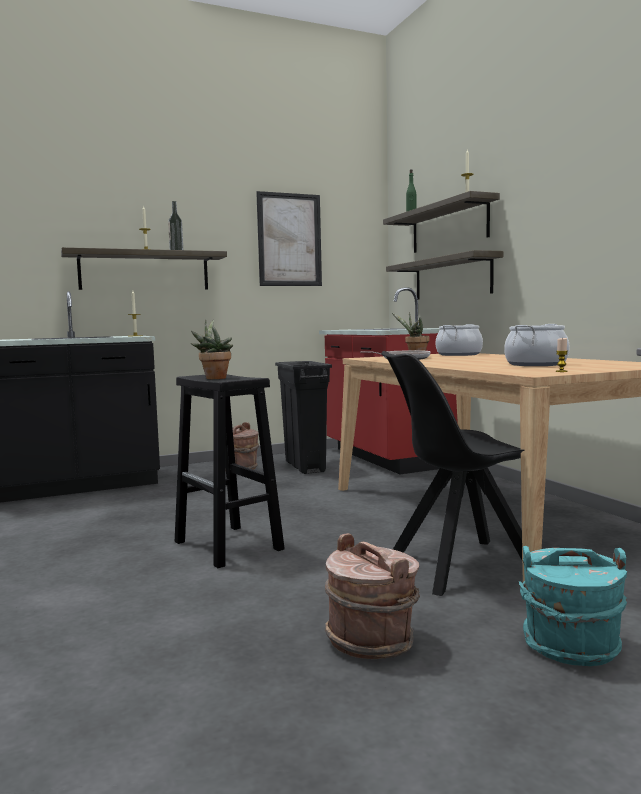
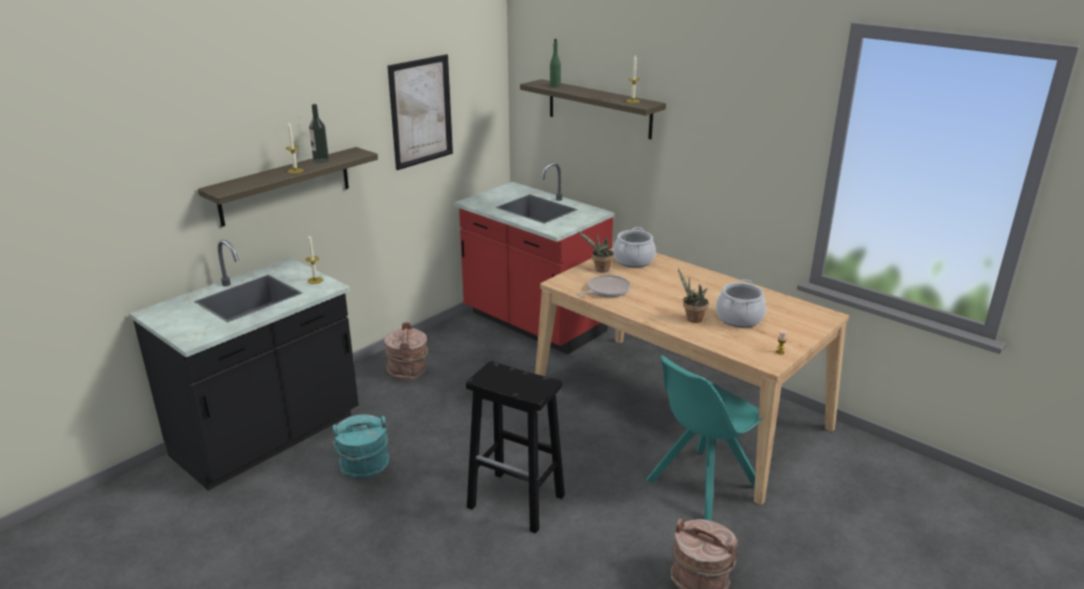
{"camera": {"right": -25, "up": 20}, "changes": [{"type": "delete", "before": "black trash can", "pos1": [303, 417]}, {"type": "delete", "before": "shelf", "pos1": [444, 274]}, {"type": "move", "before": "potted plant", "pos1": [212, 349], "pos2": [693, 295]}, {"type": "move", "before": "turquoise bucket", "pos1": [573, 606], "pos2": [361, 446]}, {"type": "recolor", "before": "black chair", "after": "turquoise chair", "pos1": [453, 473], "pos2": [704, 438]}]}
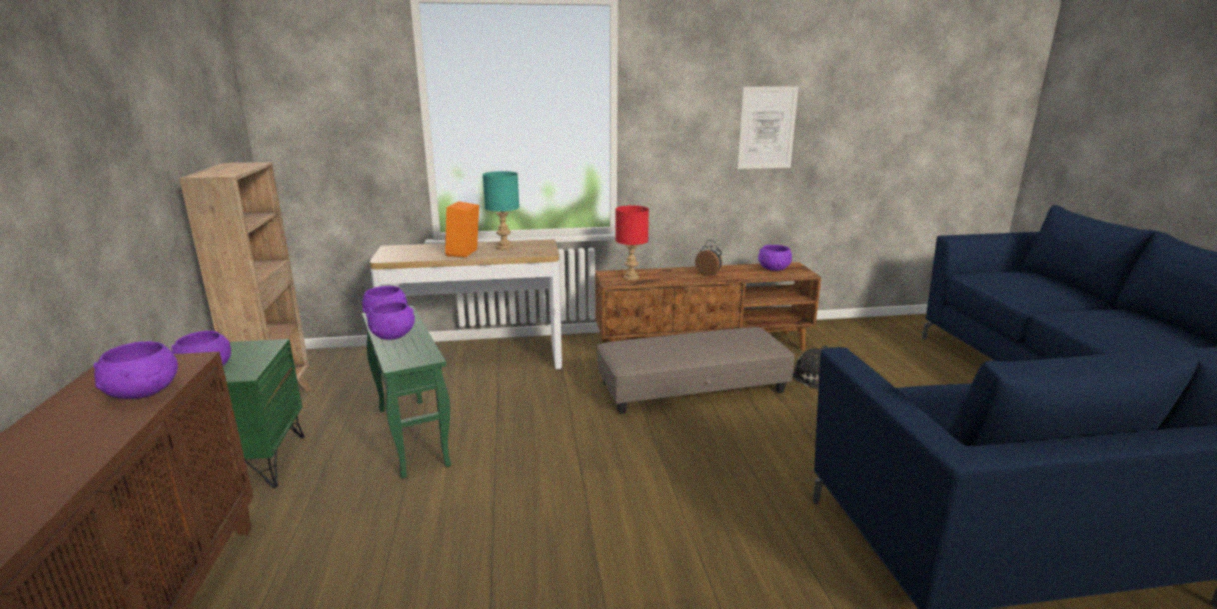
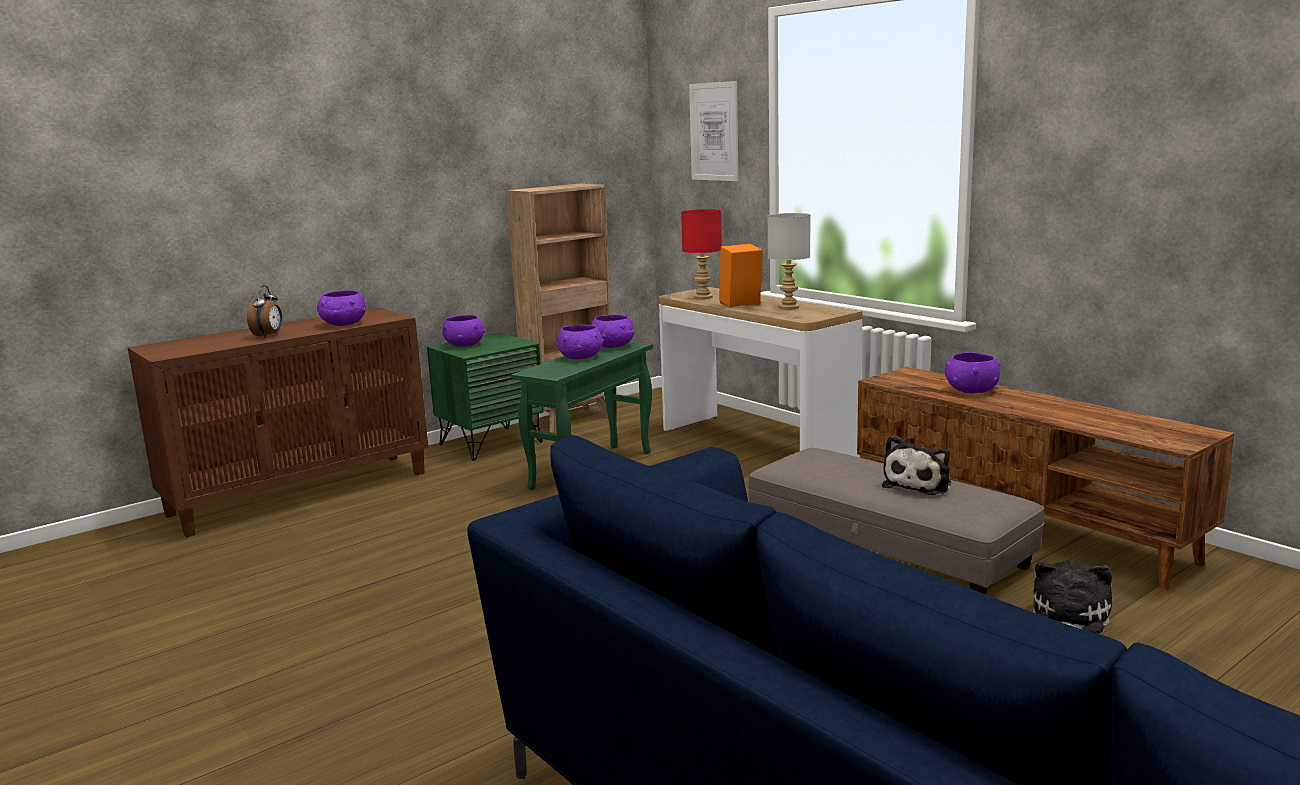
{"camera": {"right": 60, "up": -5}, "changes": [{"type": "insert", "after": "plush toy", "pos2": [916, 465]}, {"type": "move", "before": "red table lamp", "pos1": [632, 243], "pos2": [701, 254]}, {"type": "move", "before": "alarm clock", "pos1": [708, 258], "pos2": [264, 312]}, {"type": "move", "before": "picture", "pos1": [767, 127], "pos2": [714, 131]}, {"type": "move", "before": "purple bowl", "pos1": [775, 258], "pos2": [973, 372]}, {"type": "recolor", "before": "turquoise table lamp", "after": "grey table lamp", "pos1": [500, 210], "pos2": [789, 261]}]}
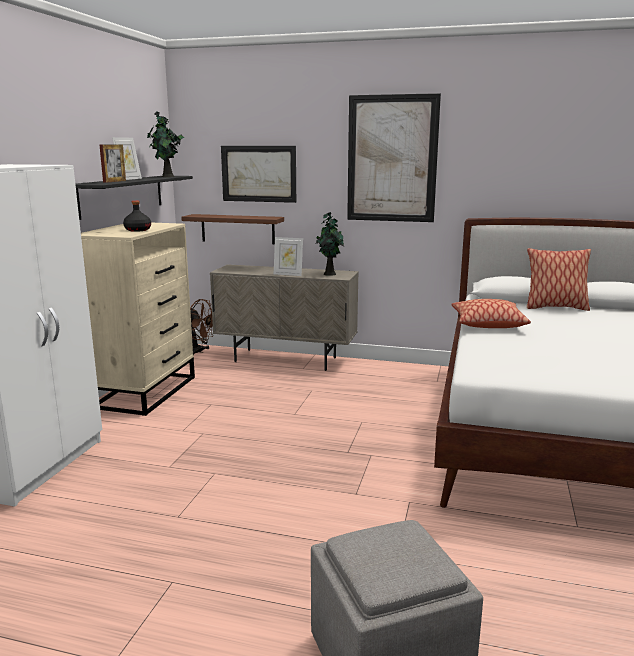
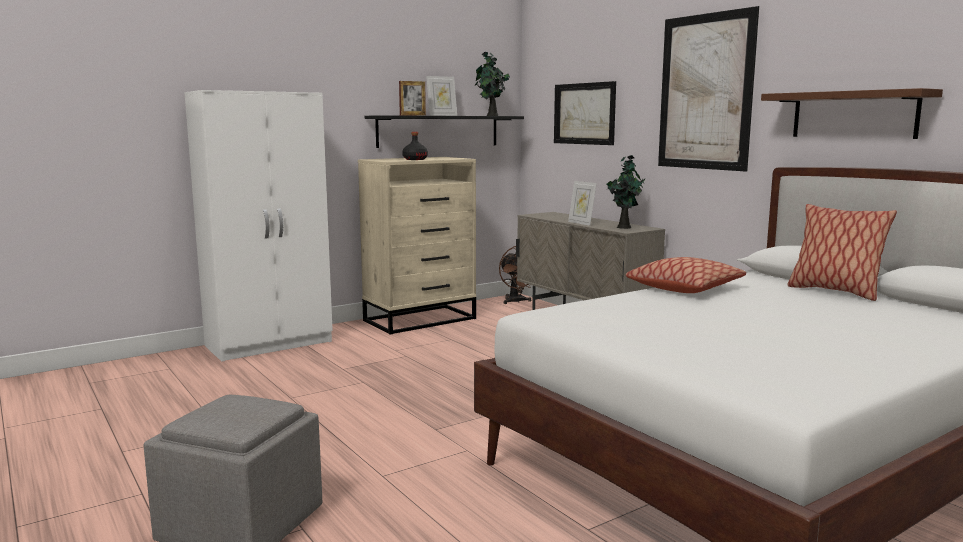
{"camera": {"right": 40, "up": -5}, "changes": [{"type": "move", "before": "brown shelf", "pos1": [232, 229], "pos2": [852, 113]}]}
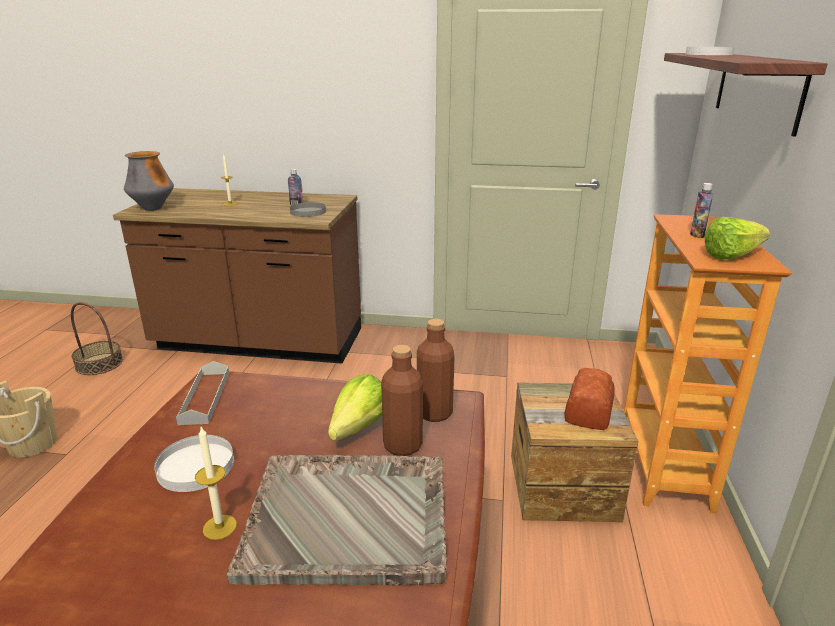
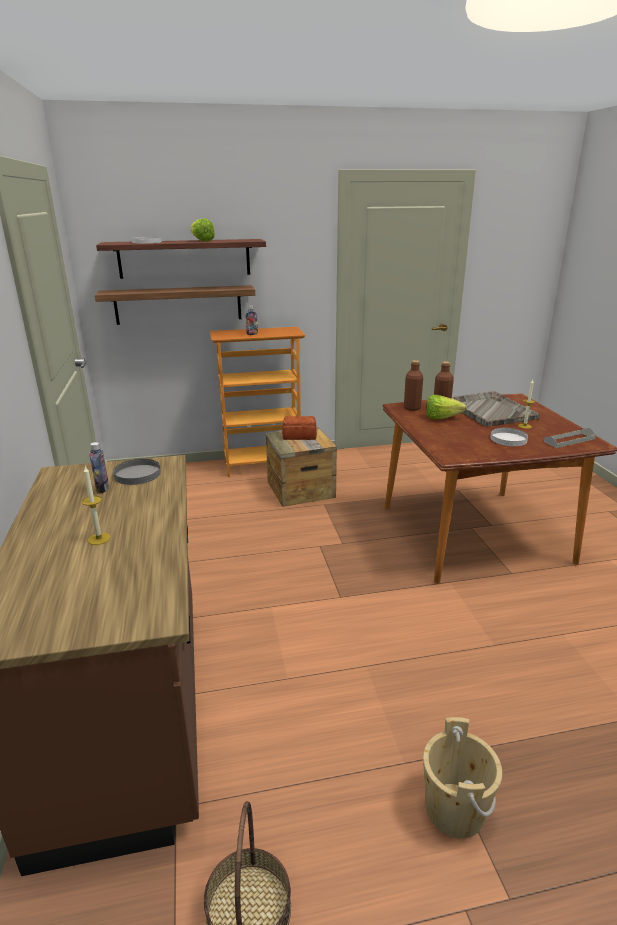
{"camera": {"right": -110, "up": 0}, "changes": [{"type": "delete", "before": "vase", "pos1": [149, 181]}, {"type": "insert", "after": "shelf", "pos2": [175, 305]}, {"type": "move", "before": "grey tray", "pos1": [202, 393], "pos2": [570, 438]}, {"type": "move", "before": "lettuce", "pos1": [737, 238], "pos2": [203, 230]}]}
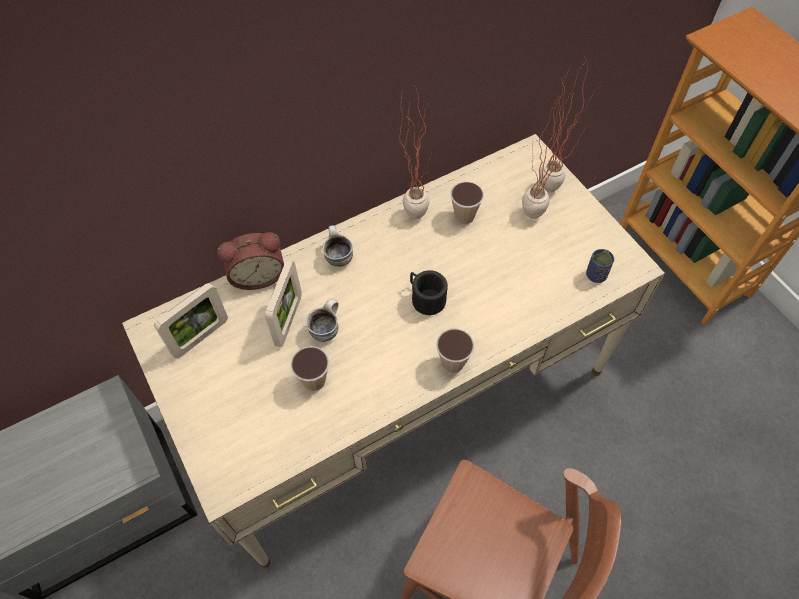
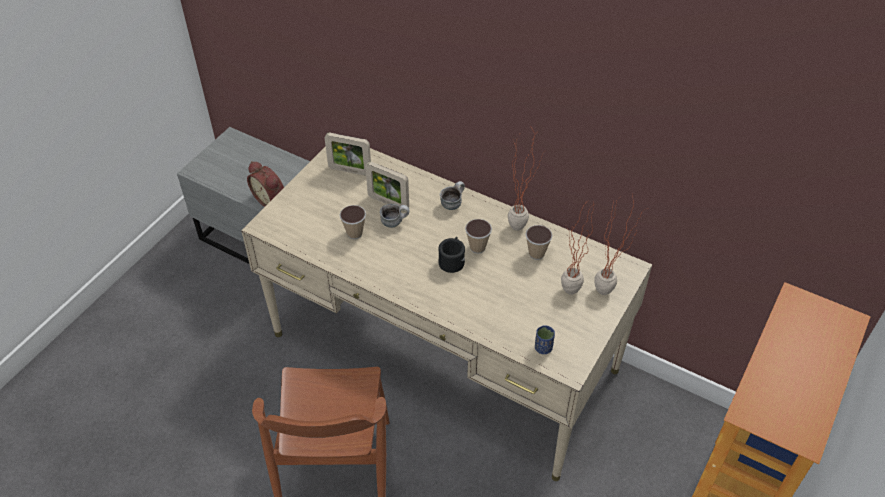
{"camera": {"right": 60, "up": -10}, "changes": [{"type": "move", "before": "alarm clock", "pos1": [250, 261], "pos2": [265, 184]}, {"type": "move", "before": "cup", "pos1": [455, 350], "pos2": [478, 236]}, {"type": "rotate", "before": "picture frame", "pos1": [283, 303], "pos2": [387, 186], "turn": 45}]}
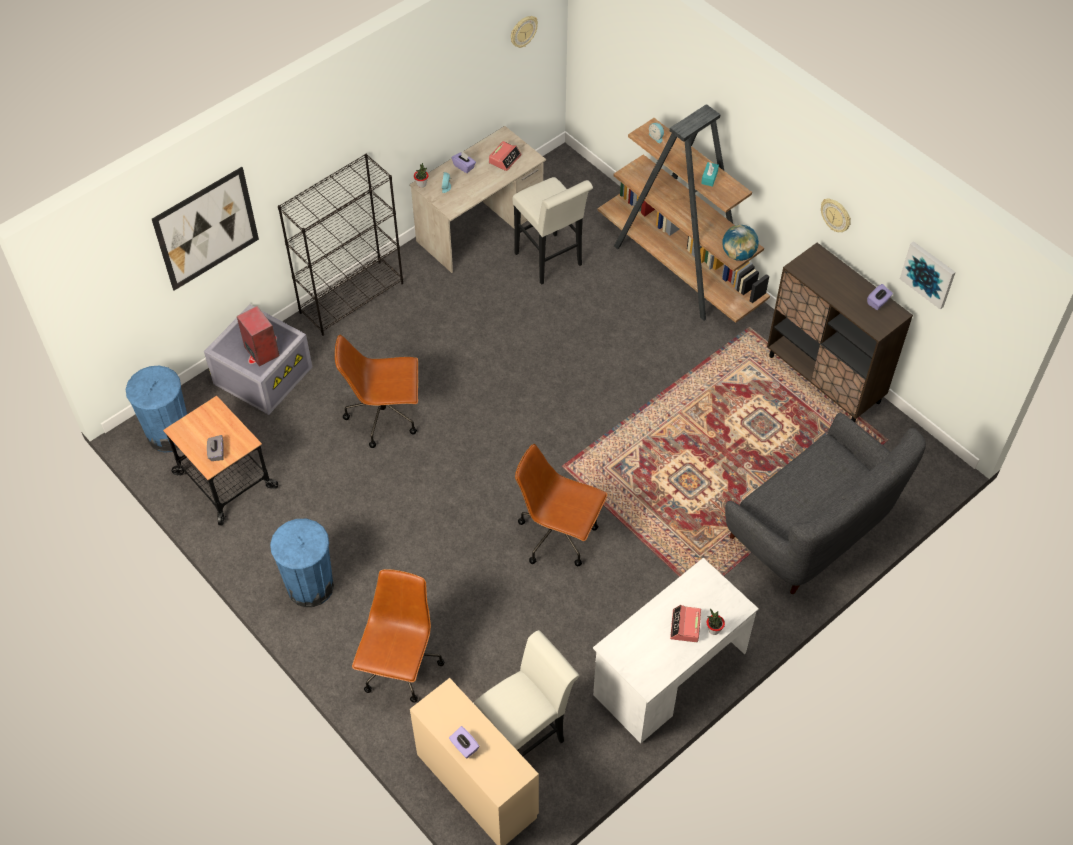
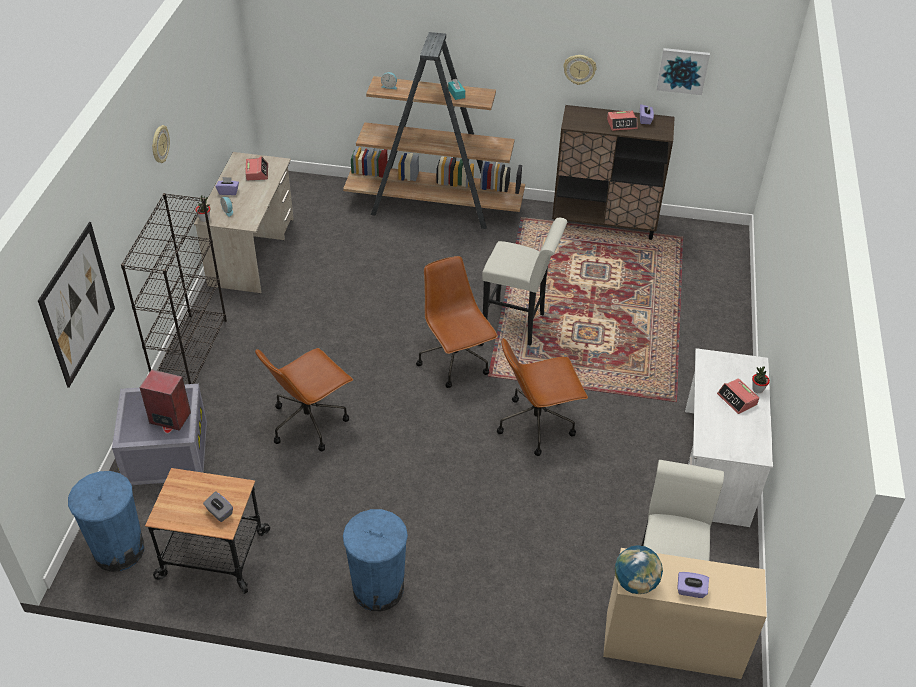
{"camera": {"right": -40, "up": -10}, "changes": [{"type": "delete", "before": "grey sofa", "pos1": [825, 503]}, {"type": "insert", "after": "alarm clock", "pos2": [622, 121]}, {"type": "move", "before": "brown office chair", "pos1": [398, 635], "pos2": [457, 322]}, {"type": "move", "before": "wall clock", "pos1": [524, 32], "pos2": [161, 144]}, {"type": "move", "before": "white stool", "pos1": [553, 231], "pos2": [524, 282]}, {"type": "move", "before": "globe", "pos1": [740, 243], "pos2": [638, 569]}]}
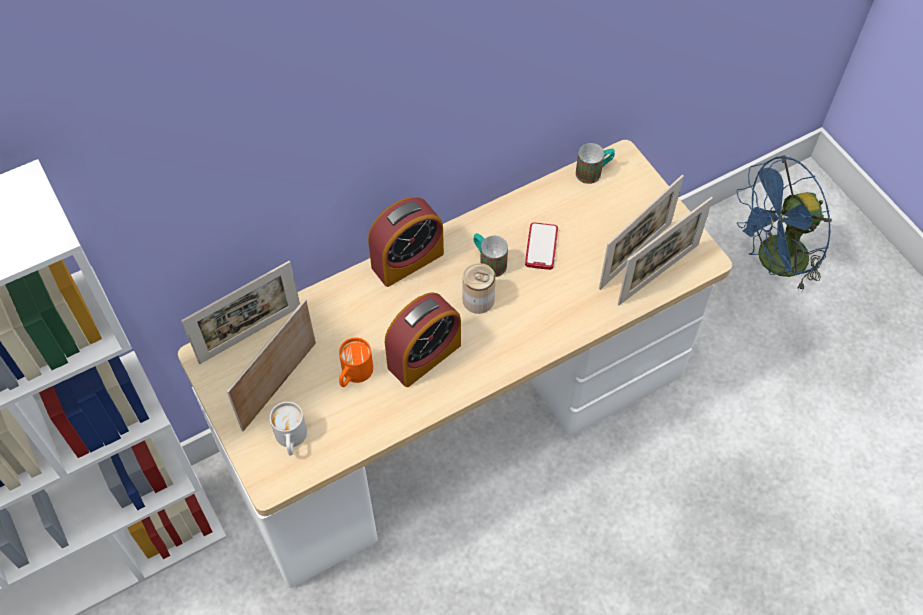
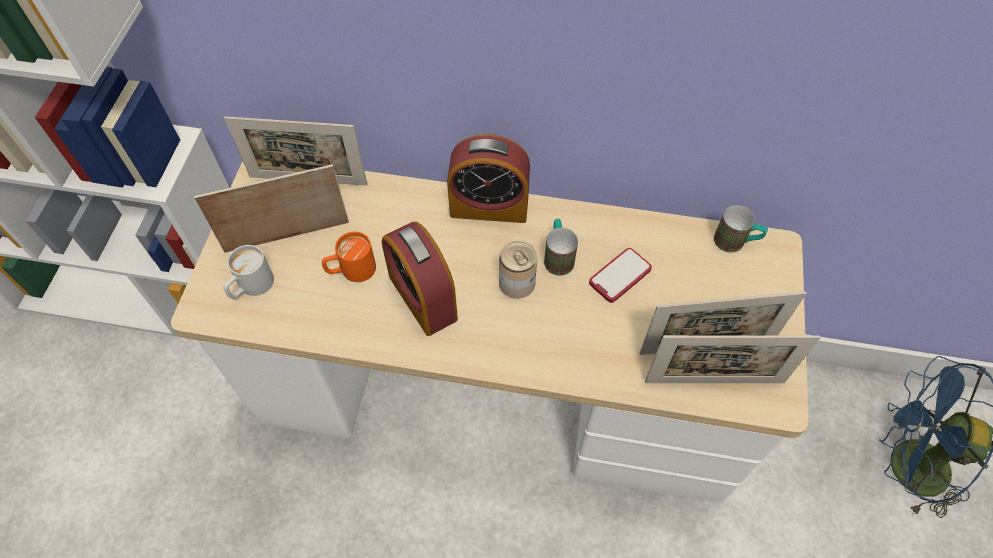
{"camera": {"right": 40, "up": 0}, "changes": [{"type": "rotate", "before": "alarm clock", "pos1": [423, 339], "pos2": [420, 278], "turn": 60}]}
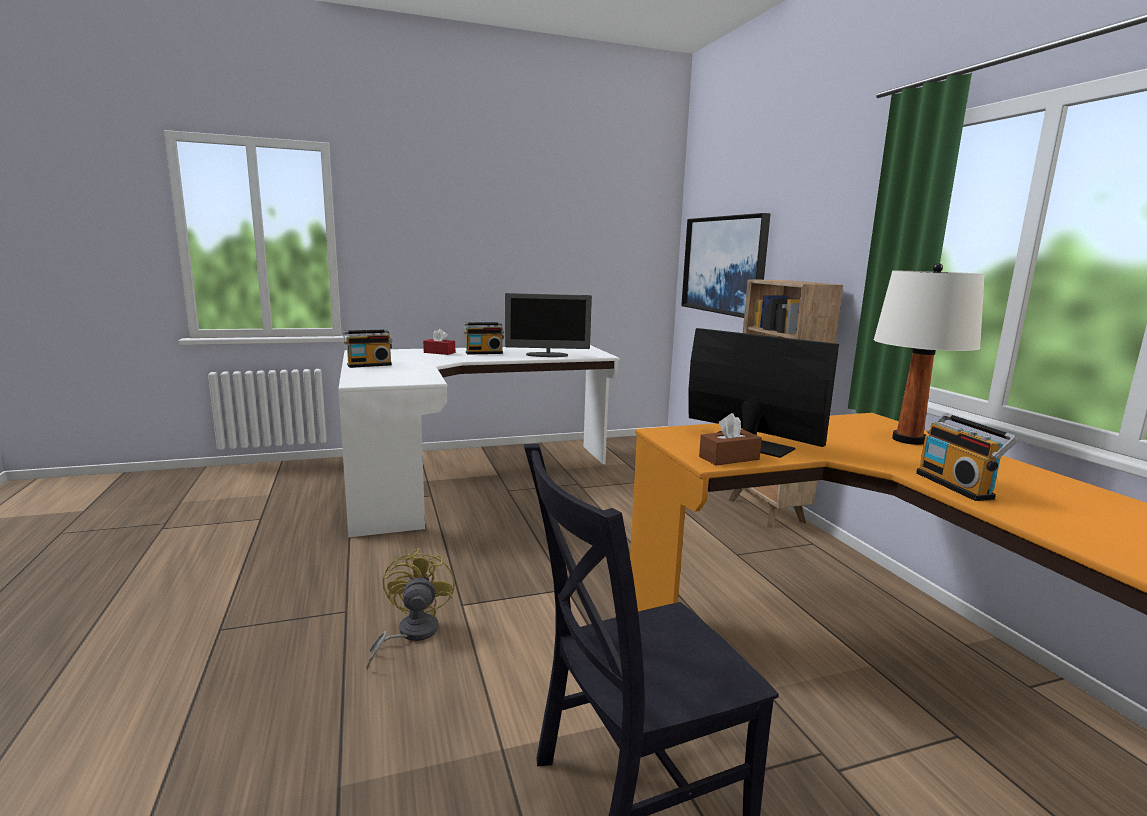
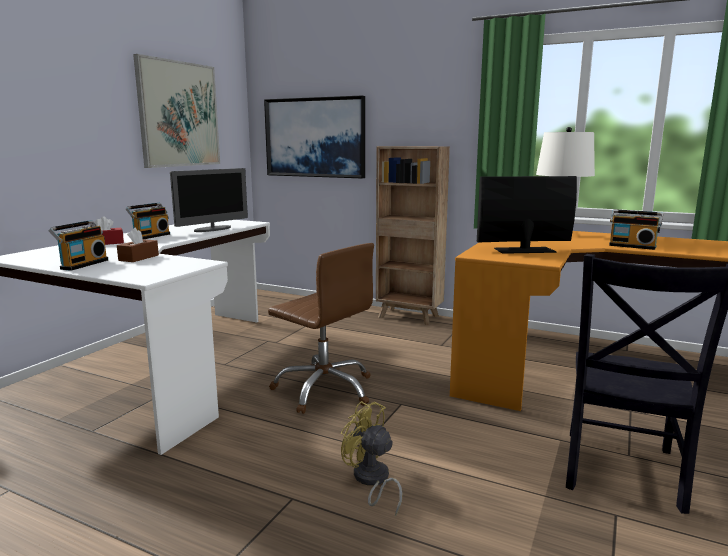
{"camera": {"right": -45, "up": 0}, "changes": [{"type": "insert", "after": "picture", "pos2": [176, 111]}, {"type": "insert", "after": "brown office chair", "pos2": [321, 328]}, {"type": "move", "before": "brown tissue box", "pos1": [730, 439], "pos2": [138, 245]}]}
